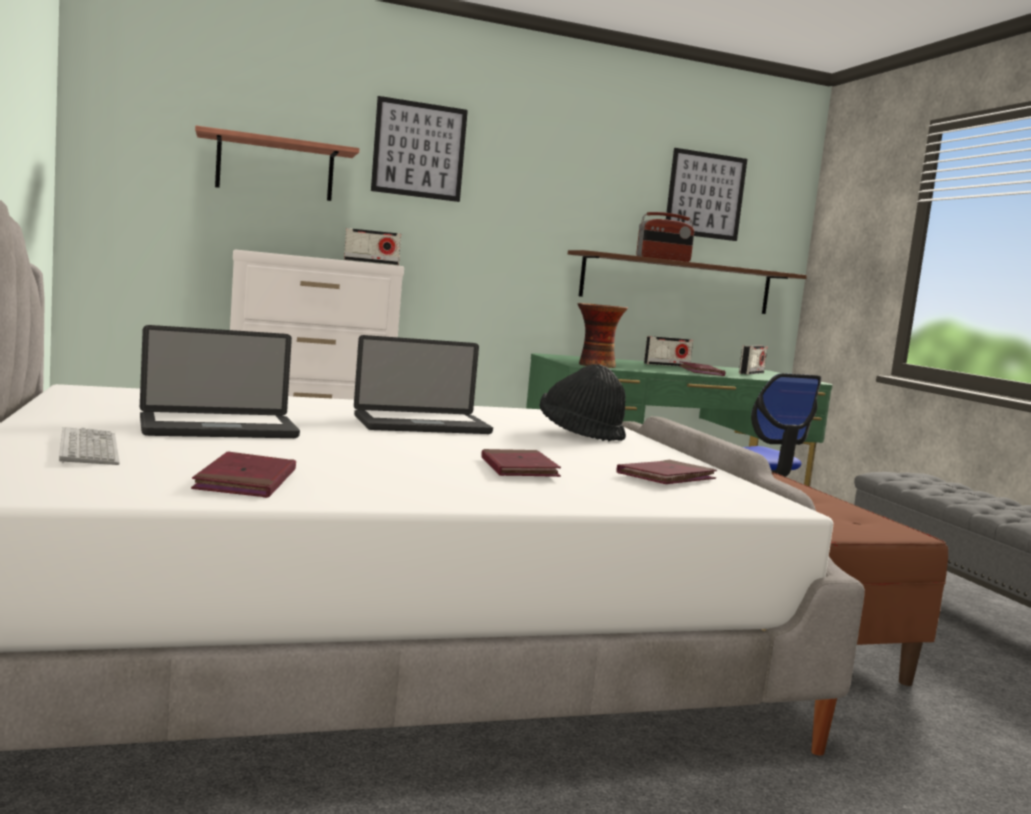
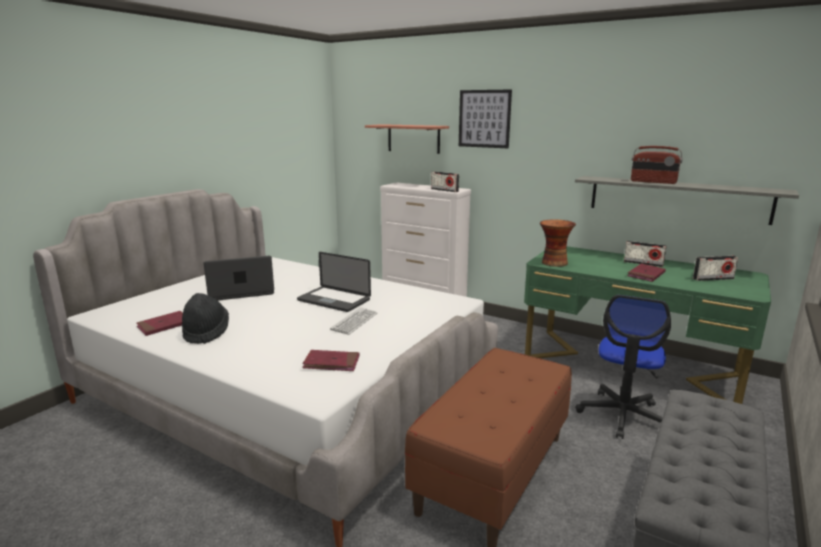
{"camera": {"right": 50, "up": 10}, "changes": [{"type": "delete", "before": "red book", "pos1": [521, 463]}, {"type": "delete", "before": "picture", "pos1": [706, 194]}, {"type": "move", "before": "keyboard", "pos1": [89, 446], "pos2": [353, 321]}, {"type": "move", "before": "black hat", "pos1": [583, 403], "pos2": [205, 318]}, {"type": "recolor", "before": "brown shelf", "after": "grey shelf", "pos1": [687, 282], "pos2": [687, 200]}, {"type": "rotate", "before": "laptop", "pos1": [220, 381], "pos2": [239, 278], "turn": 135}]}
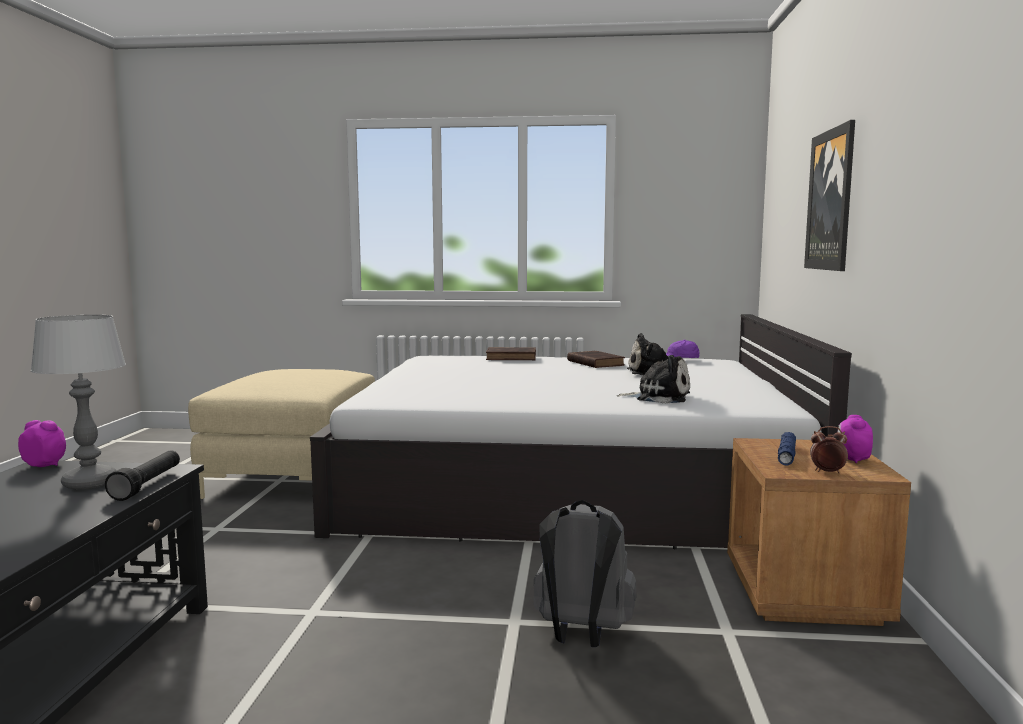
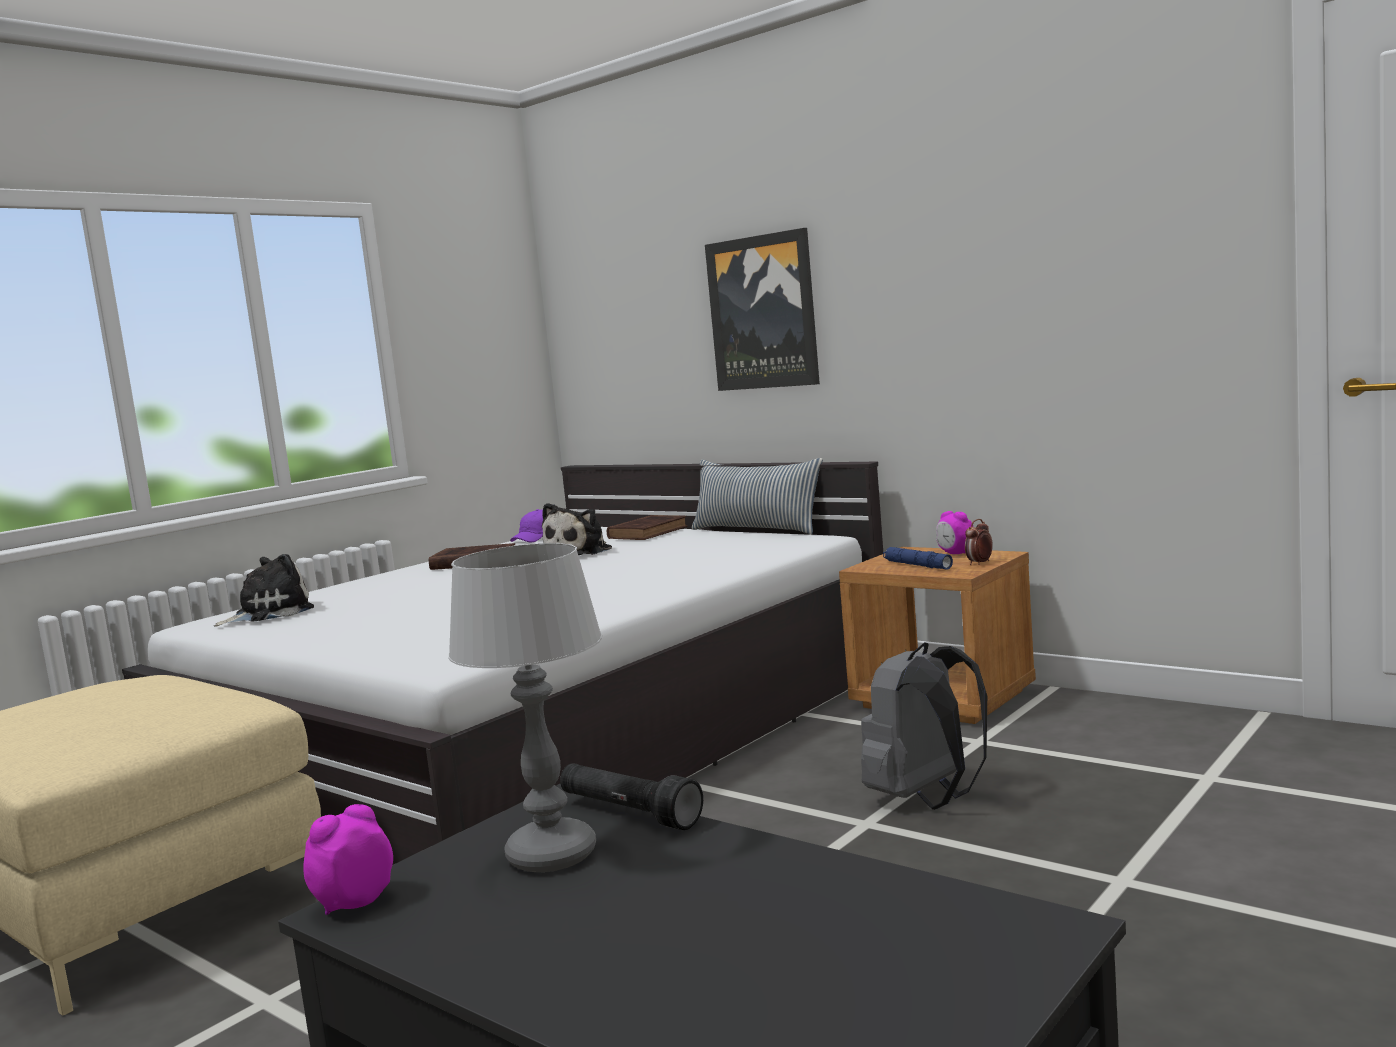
{"camera": {"right": -55, "up": 0}, "changes": [{"type": "insert", "after": "pillow", "pos2": [757, 496]}, {"type": "move", "before": "brown book", "pos1": [511, 353], "pos2": [647, 527]}, {"type": "move", "before": "plush toy", "pos1": [653, 379], "pos2": [264, 590]}]}
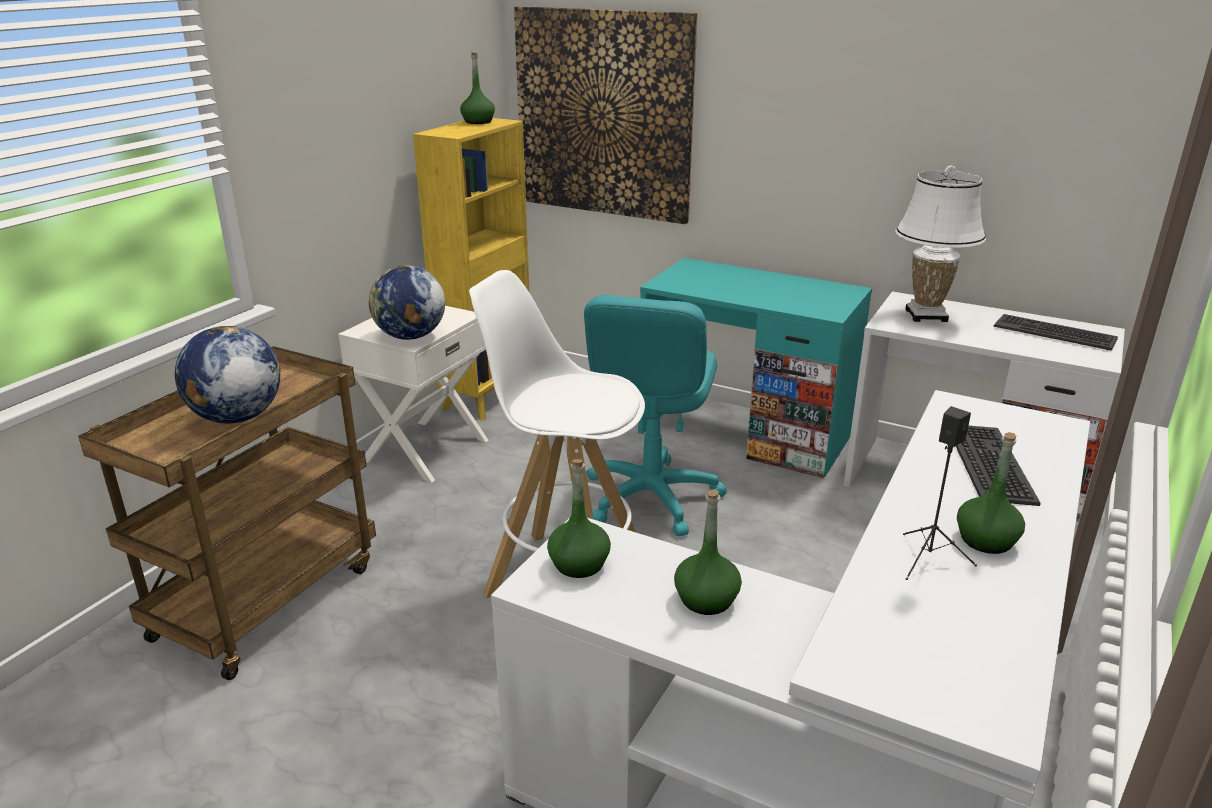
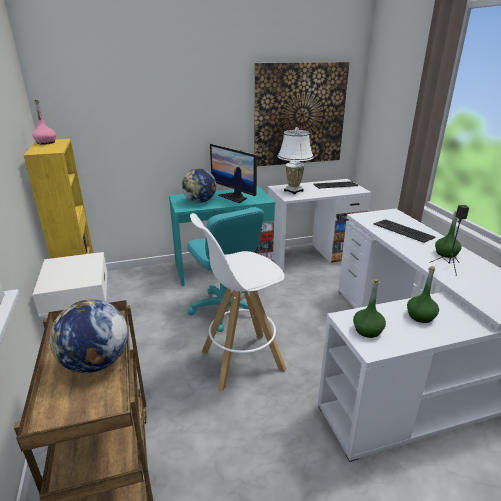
{"camera": {"right": -45, "up": 0}, "changes": [{"type": "insert", "after": "monitor", "pos2": [233, 173]}, {"type": "move", "before": "globe", "pos1": [407, 302], "pos2": [199, 185]}, {"type": "move", "before": "picture", "pos1": [606, 115], "pos2": [301, 114]}, {"type": "recolor", "before": "green bottle", "after": "pink bottle", "pos1": [477, 88], "pos2": [44, 122]}]}
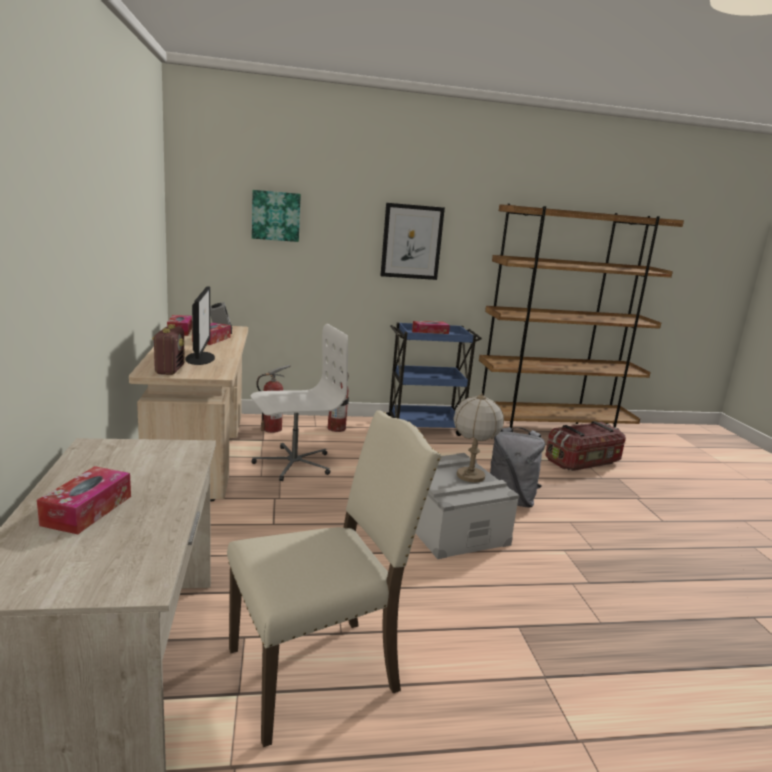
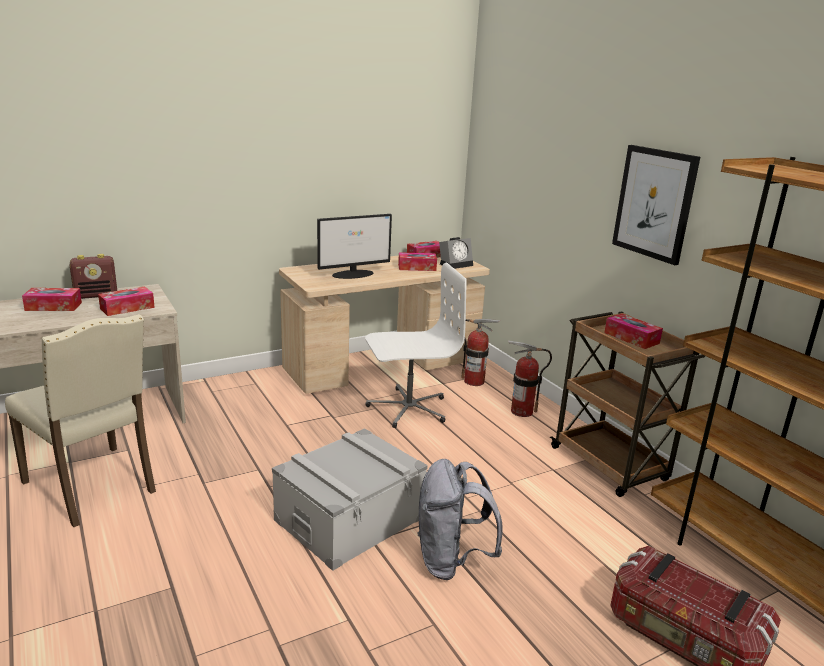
{"camera": {"right": 70, "up": 5}, "changes": [{"type": "delete", "before": "picture", "pos1": [276, 216]}, {"type": "delete", "before": "table lamp", "pos1": [478, 438]}, {"type": "insert", "after": "tissue box", "pos2": [126, 301]}, {"type": "move", "before": "radio", "pos1": [168, 349], "pos2": [93, 276]}, {"type": "recolor", "before": "blue cart", "after": "brown cart", "pos1": [434, 379], "pos2": [627, 404]}, {"type": "rotate", "before": "white office chair", "pos1": [299, 402], "pos2": [416, 345], "turn": -60}]}
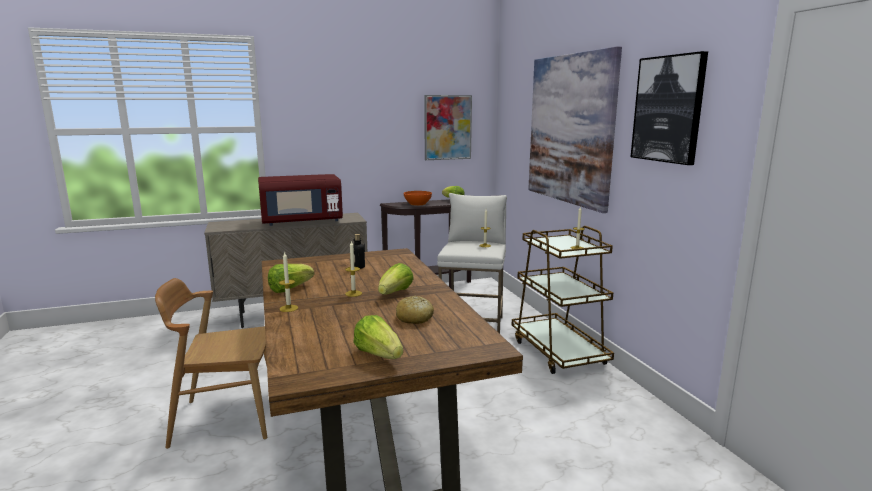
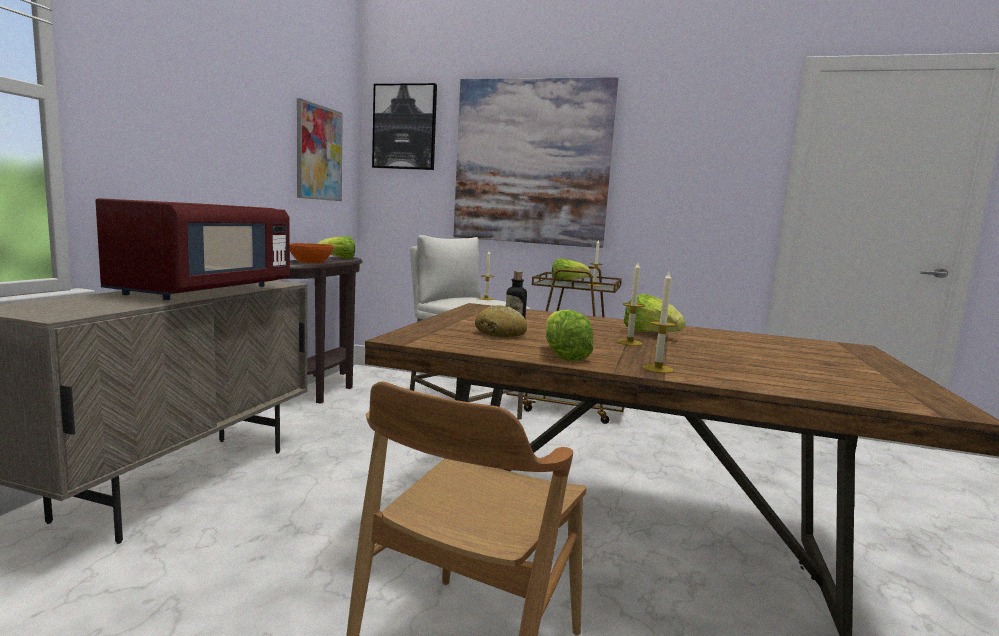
{"camera": {"right": -55, "up": -5}, "changes": [{"type": "move", "before": "lettuce", "pos1": [378, 337], "pos2": [571, 269]}, {"type": "move", "before": "bread", "pos1": [415, 309], "pos2": [501, 321]}, {"type": "move", "before": "picture", "pos1": [669, 108], "pos2": [404, 126]}]}
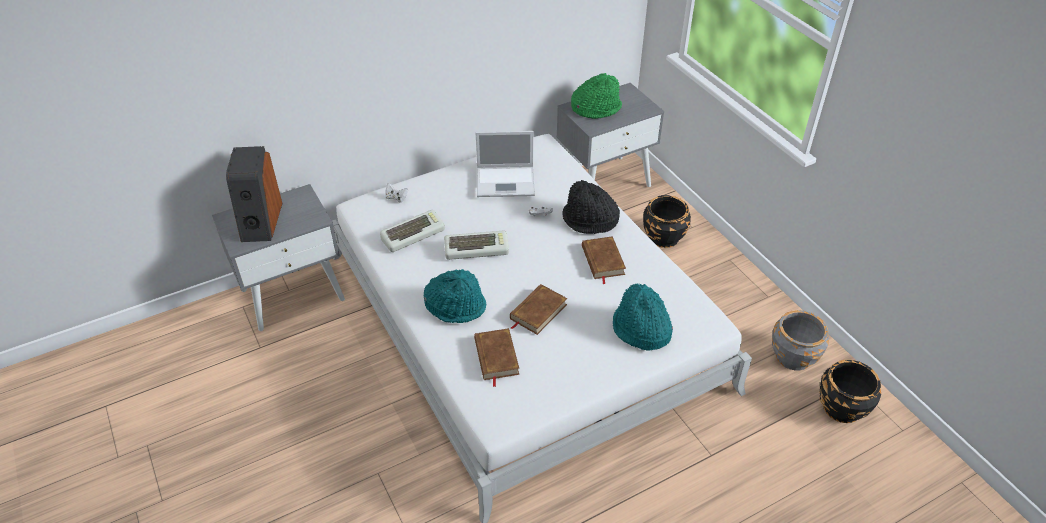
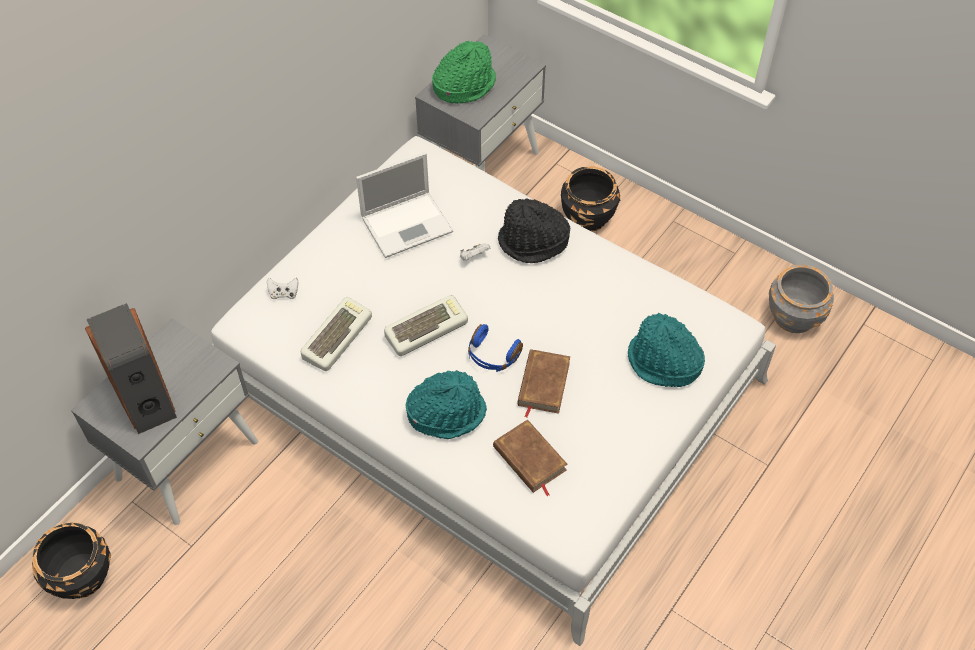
{"camera": {"right": -25, "up": 10}, "changes": [{"type": "delete", "before": "brown book", "pos1": [604, 260]}, {"type": "insert", "after": "blue headphones", "pos2": [495, 348]}, {"type": "move", "before": "black planter", "pos1": [850, 391], "pos2": [71, 560]}]}
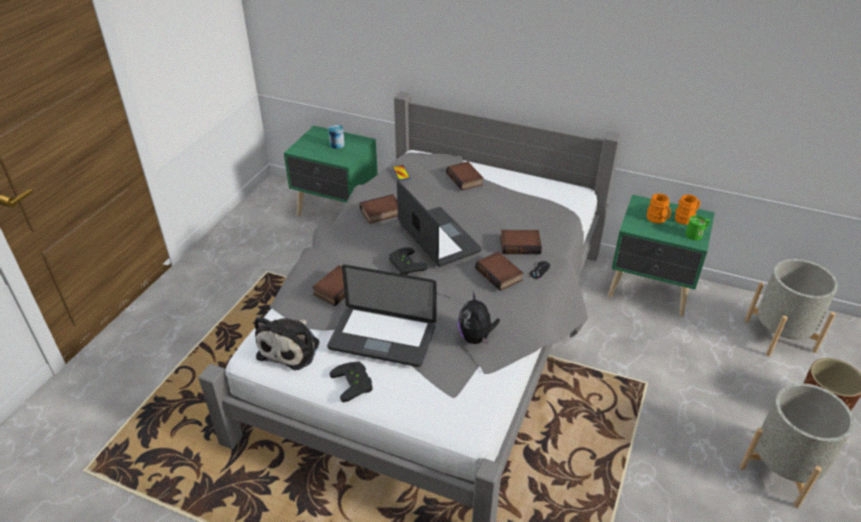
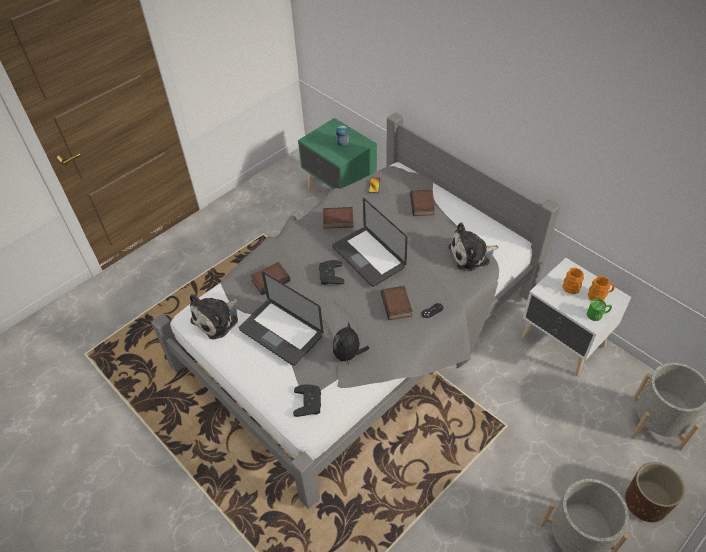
{"camera": {"right": 25, "up": 10}, "changes": [{"type": "delete", "before": "book", "pos1": [521, 242]}, {"type": "insert", "after": "plush toy", "pos2": [473, 246]}, {"type": "move", "before": "black game controller", "pos1": [351, 382], "pos2": [307, 400]}, {"type": "recolor", "before": "green nightstand", "after": "white nightstand", "pos1": [661, 255], "pos2": [576, 317]}, {"type": "rotate", "before": "laptop", "pos1": [439, 223], "pos2": [370, 242], "turn": 150}]}
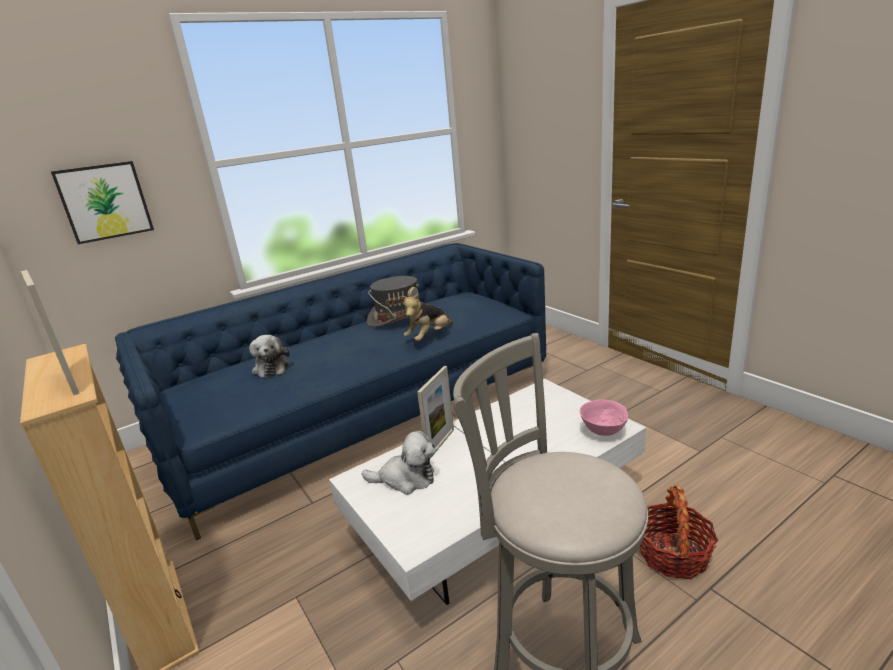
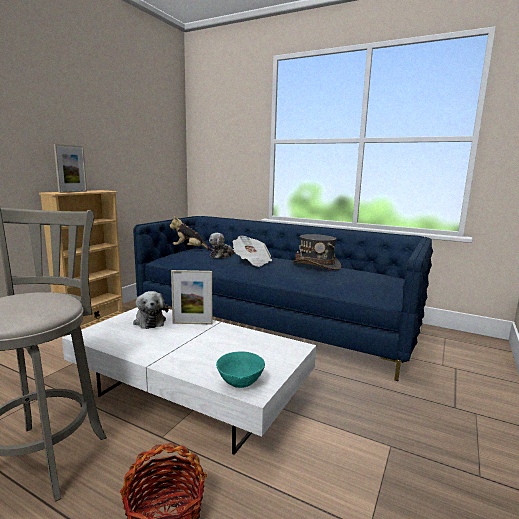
{"camera": {"right": 60, "up": -10}, "changes": [{"type": "delete", "before": "picture", "pos1": [102, 202]}, {"type": "insert", "after": "newspaper", "pos2": [252, 251]}, {"type": "move", "before": "plush toy", "pos1": [427, 317], "pos2": [191, 233]}, {"type": "recolor", "before": "pink bowl", "after": "turquoise bowl", "pos1": [604, 417], "pos2": [240, 369]}]}
